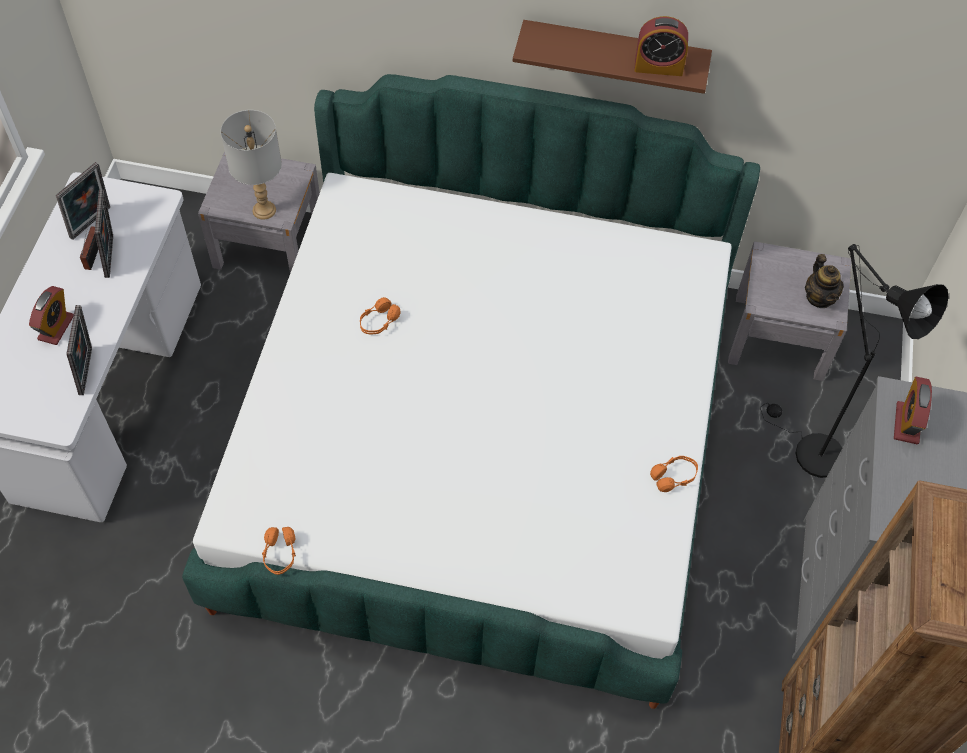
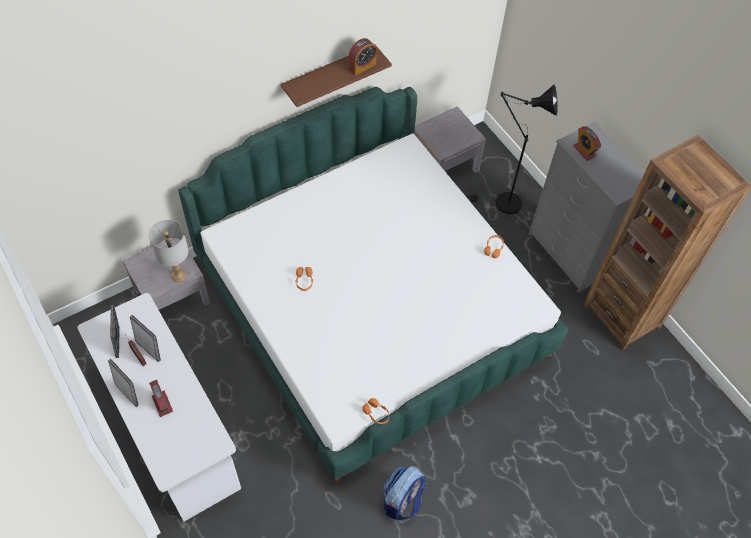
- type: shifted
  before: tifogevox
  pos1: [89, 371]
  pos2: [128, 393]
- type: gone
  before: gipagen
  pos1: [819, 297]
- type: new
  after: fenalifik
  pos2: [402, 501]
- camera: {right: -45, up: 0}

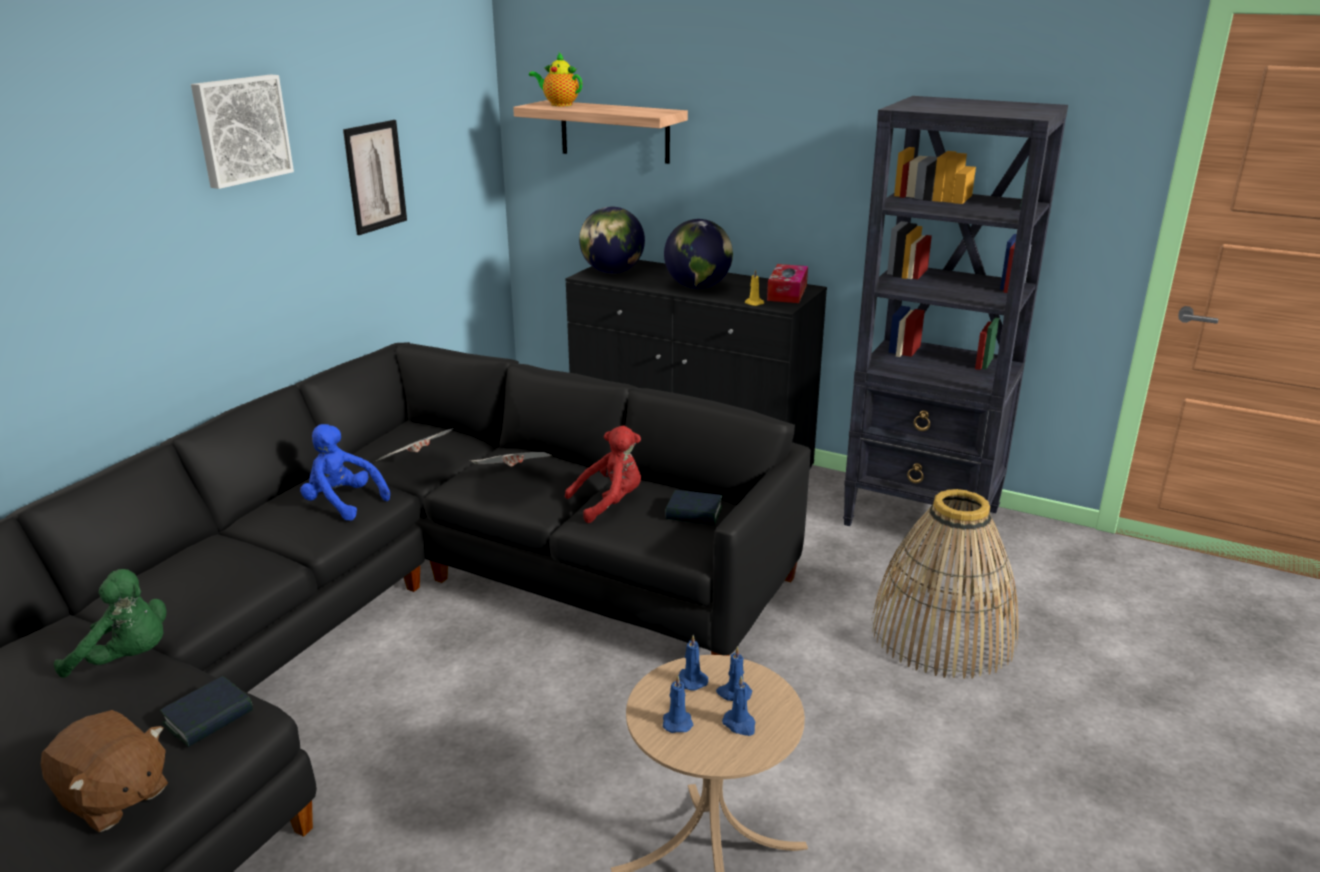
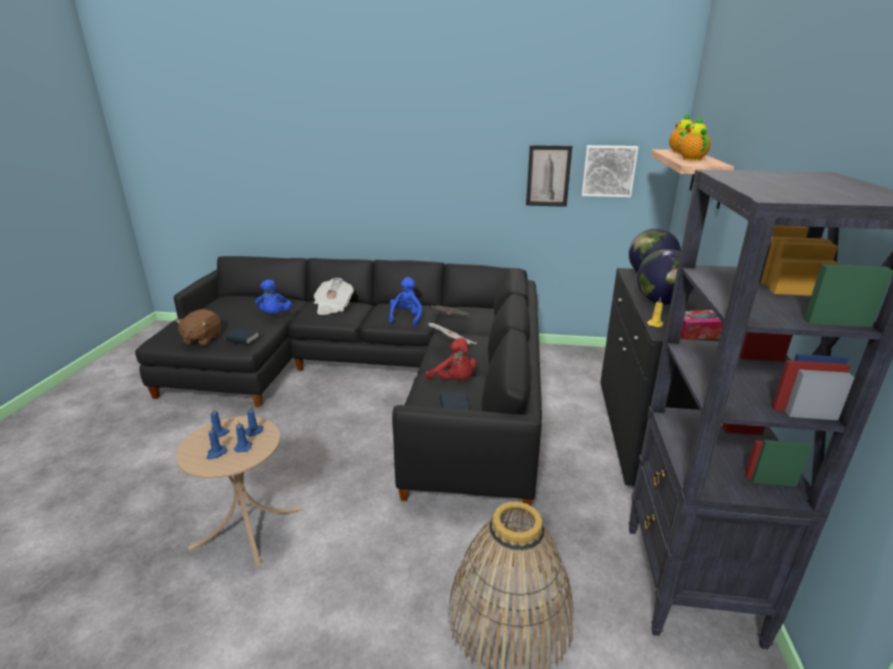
- type: repainted
  before: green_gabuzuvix
  after: blue_gabuzuvix
  pos1: [127, 658]
  pos2: [275, 315]
- type: shifted
  before: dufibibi
  pos1: [241, 130]
  pos2: [608, 171]
- type: new
  after: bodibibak
  pos2: [333, 307]
- type: new
  after: gipagen
  pos2: [690, 159]
- camera: {right: 70, up: 0}

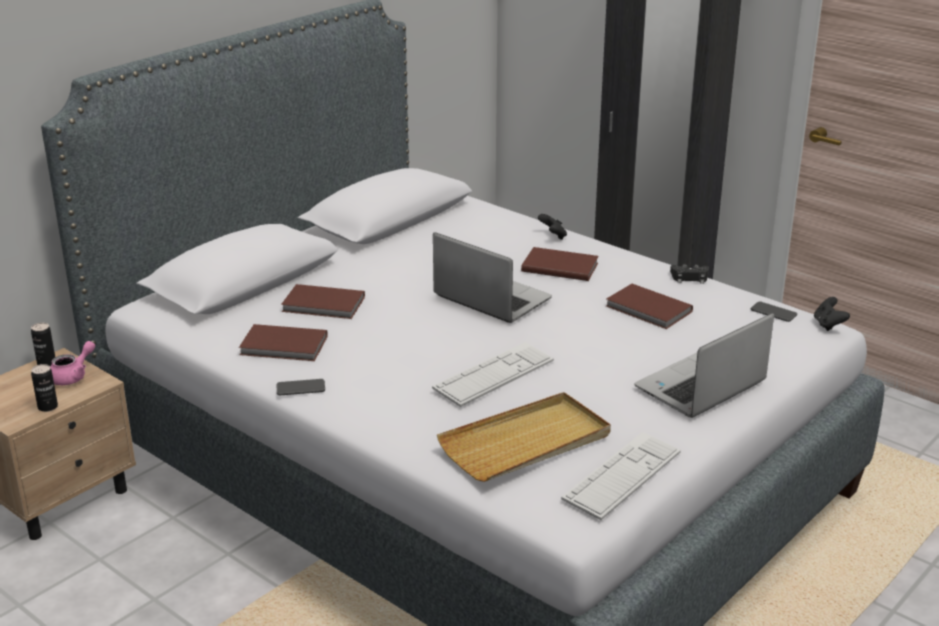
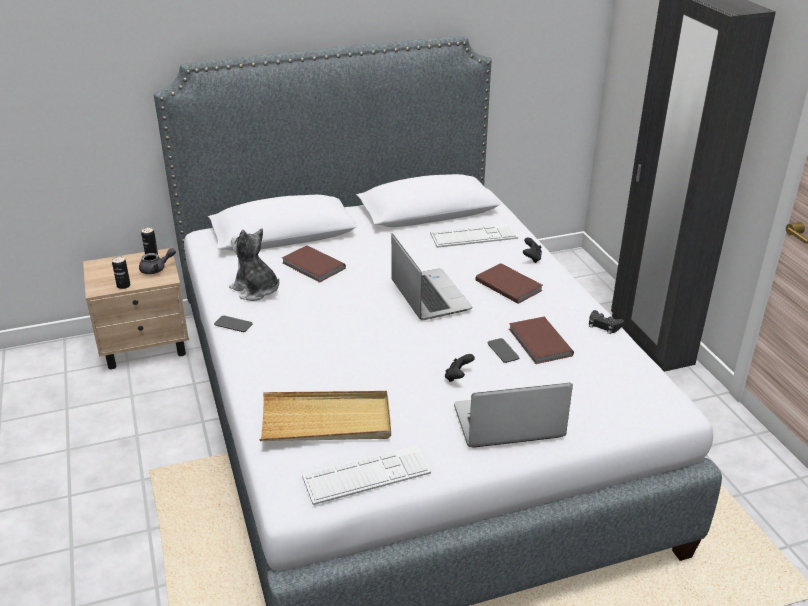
- type: repainted
  before: pink_gipagen
  after: grey_gipagen
  pos1: [73, 376]
  pos2: [156, 269]
- type: swapped
  before: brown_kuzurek
  after: gabuzuvix
  pos1: [284, 347]
  pos2: [256, 290]
- type: shifted
  before: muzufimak
  pos1: [494, 375]
  pos2: [474, 236]
- type: shifted
  before: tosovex
  pos1: [773, 312]
  pos2: [503, 351]
- type: shifted
  before: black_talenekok
  pos1: [828, 325]
  pos2: [458, 377]
- camera: {right: 30, up: 5}

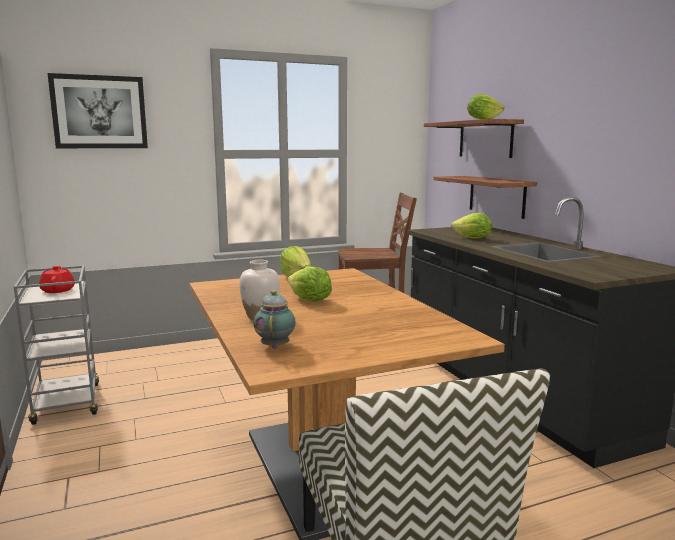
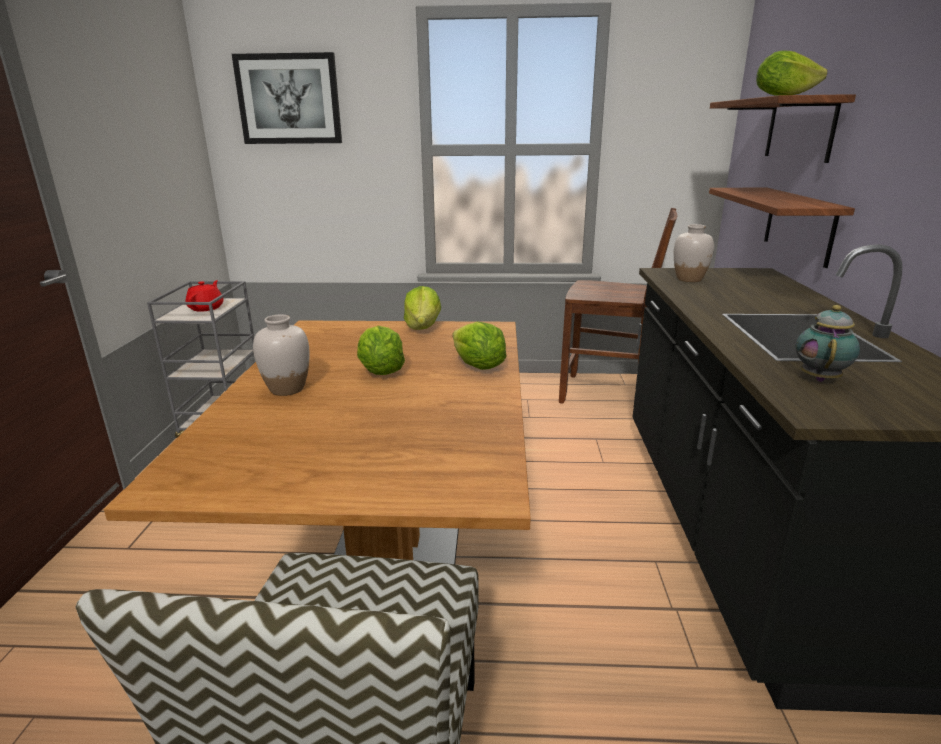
- type: shifted
  before: gipagen
  pos1: [275, 346]
  pos2: [819, 378]
- type: shifted
  before: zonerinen
  pos1: [472, 238]
  pos2: [478, 366]
- type: new
  after: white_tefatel
  pos2: [689, 279]
- camera: {right: 25, up: 10}

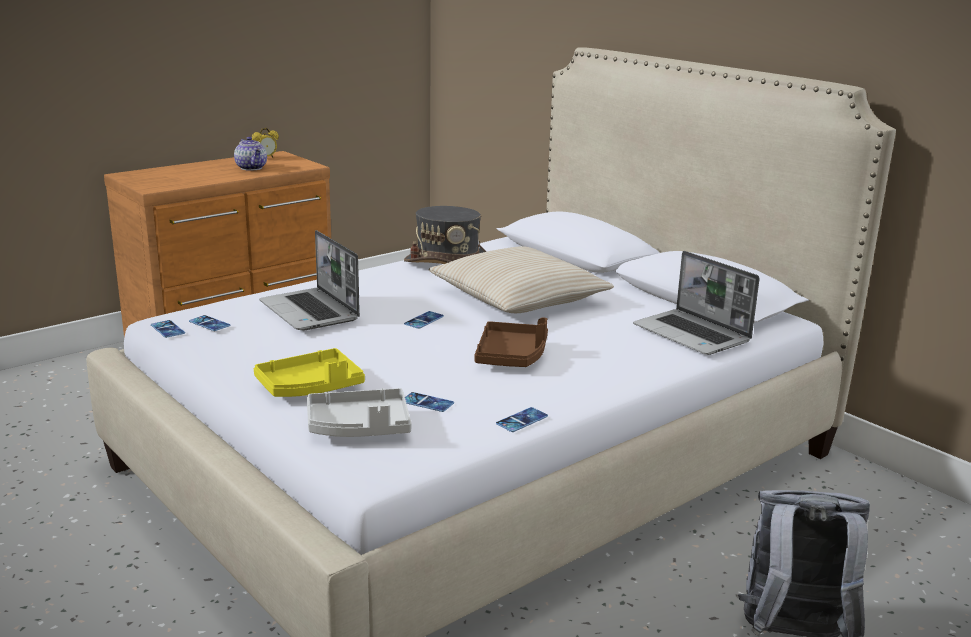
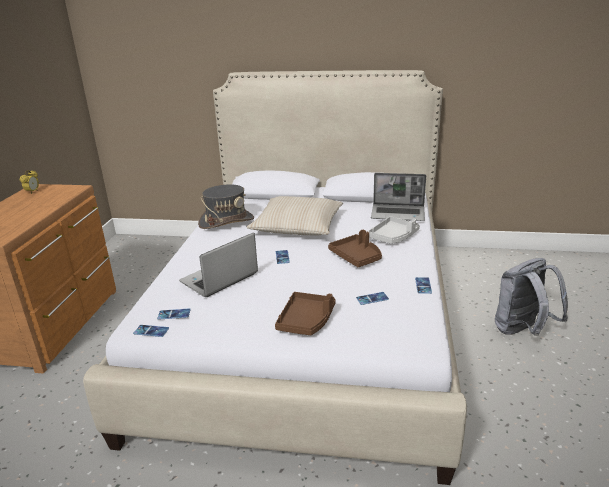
- type: gone
  before: gipagen
  pos1: [252, 168]
- type: repainted
  before: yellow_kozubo
  after: brown_kozubo
  pos1: [310, 387]
  pos2: [306, 321]
- type: rotated
  before: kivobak
  pos1: [311, 312]
  pos2: [219, 279]
  turn: 120
- type: shifted
  before: grey_kozubo
  pos1: [359, 427]
  pos2: [393, 237]
- camera: {right: -40, up: 5}

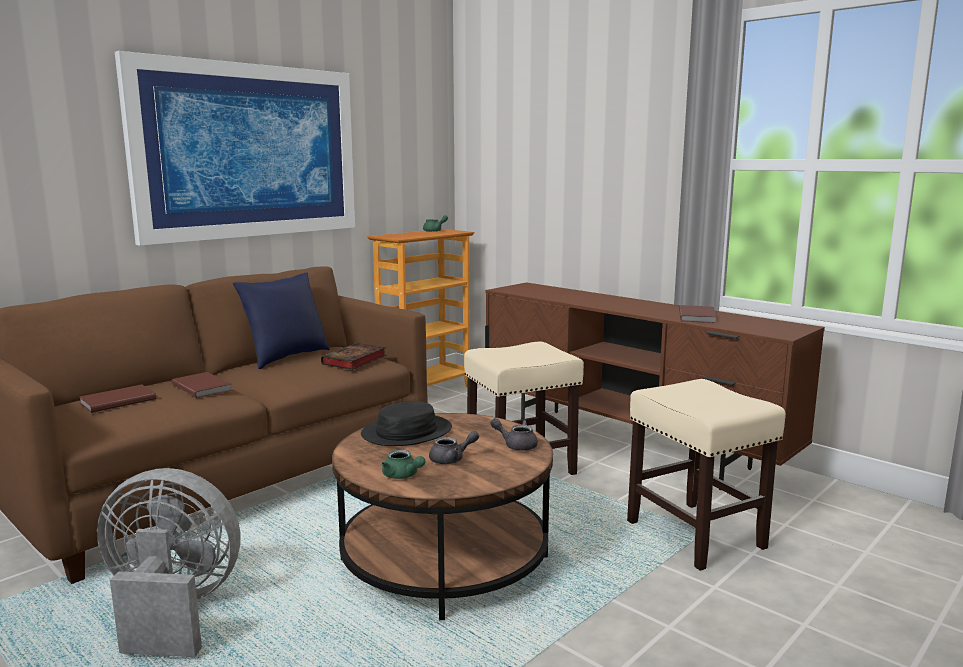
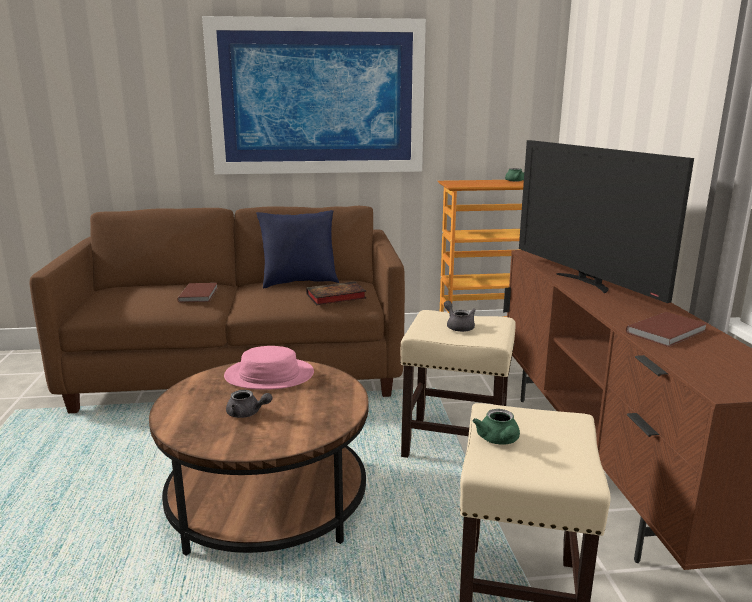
- type: gone
  before: brown_kuzurek
  pos1: [116, 401]
- type: gone
  before: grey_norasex
  pos1: [172, 610]
- type: repainted
  before: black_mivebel
  after: pink_mivebel
  pos1: [407, 432]
  pos2: [269, 375]
- type: shifted
  before: green_gipagen
  pos1: [402, 476]
  pos2: [499, 440]
- type: shifted
  before: grey_gipagen
  pos1: [516, 445]
  pos2: [458, 326]
- type: new
  after: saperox
  pos2: [586, 282]
- camera: {right: 40, up: 5}

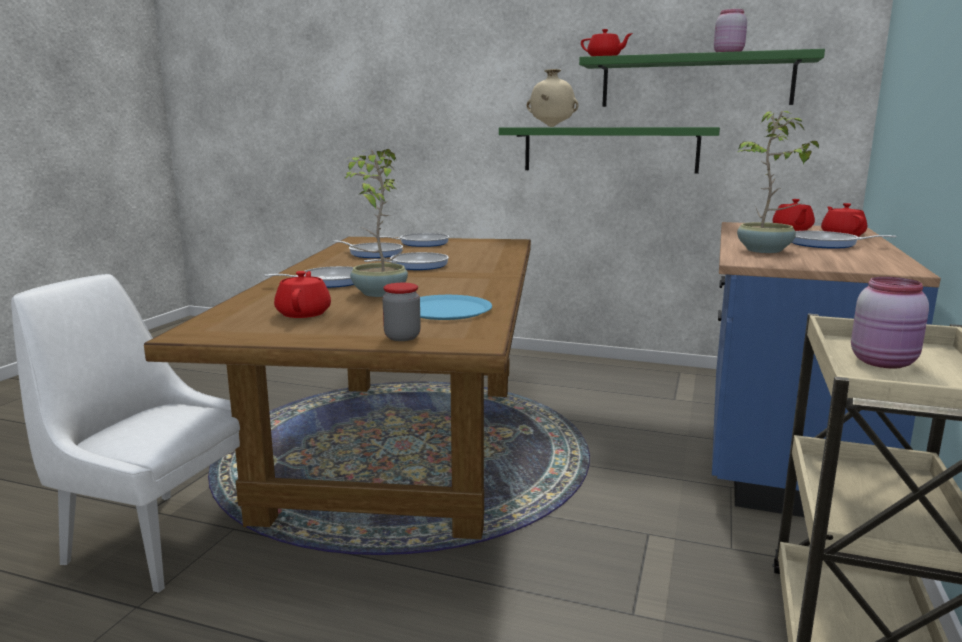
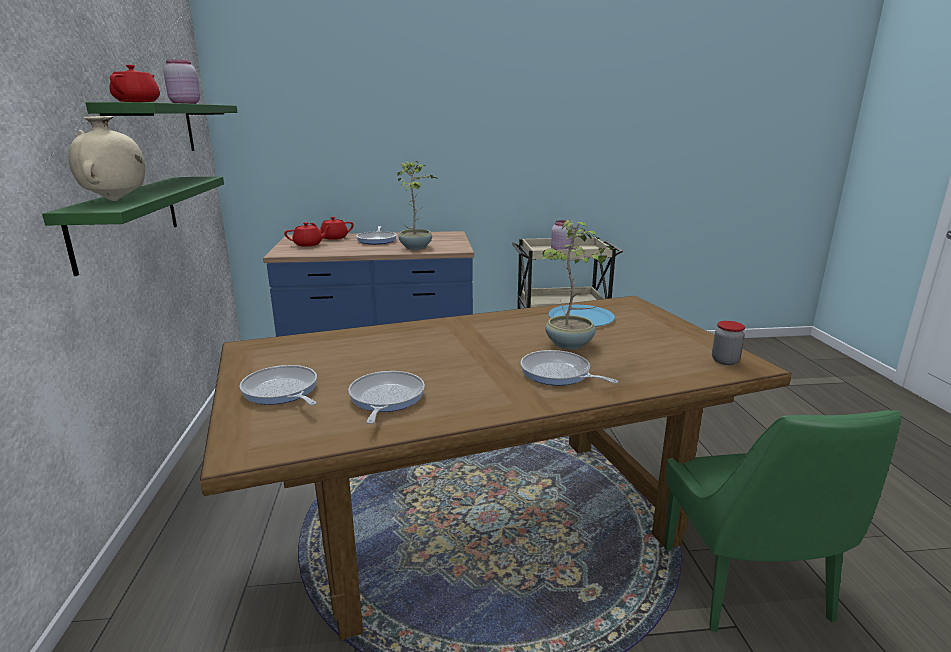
- type: repainted
  before: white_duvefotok
  after: green_duvefotok
  pos1: [157, 537]
  pos2: [747, 587]
- type: gone
  before: red_gipagen
  pos1: [304, 313]
- type: gone
  before: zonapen
  pos1: [415, 265]
- type: shifted
  before: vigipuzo
  pos1: [402, 337]
  pos2: [725, 361]
- camera: {right: -115, up: 5}

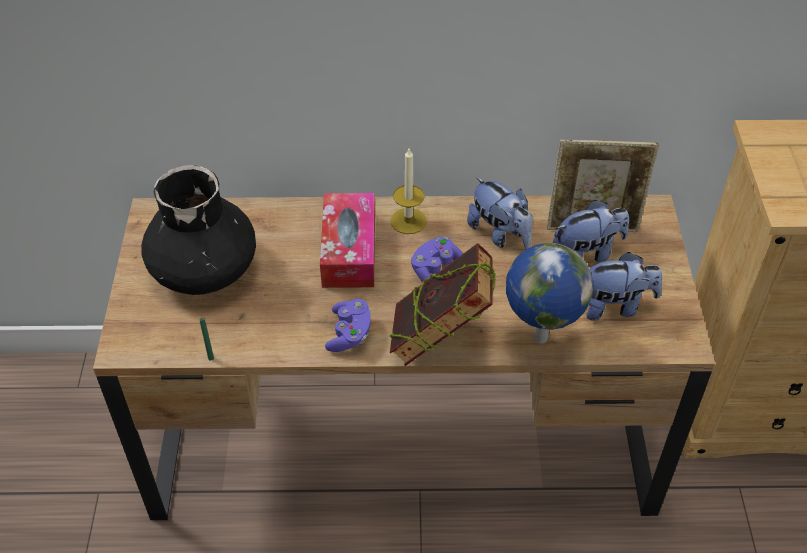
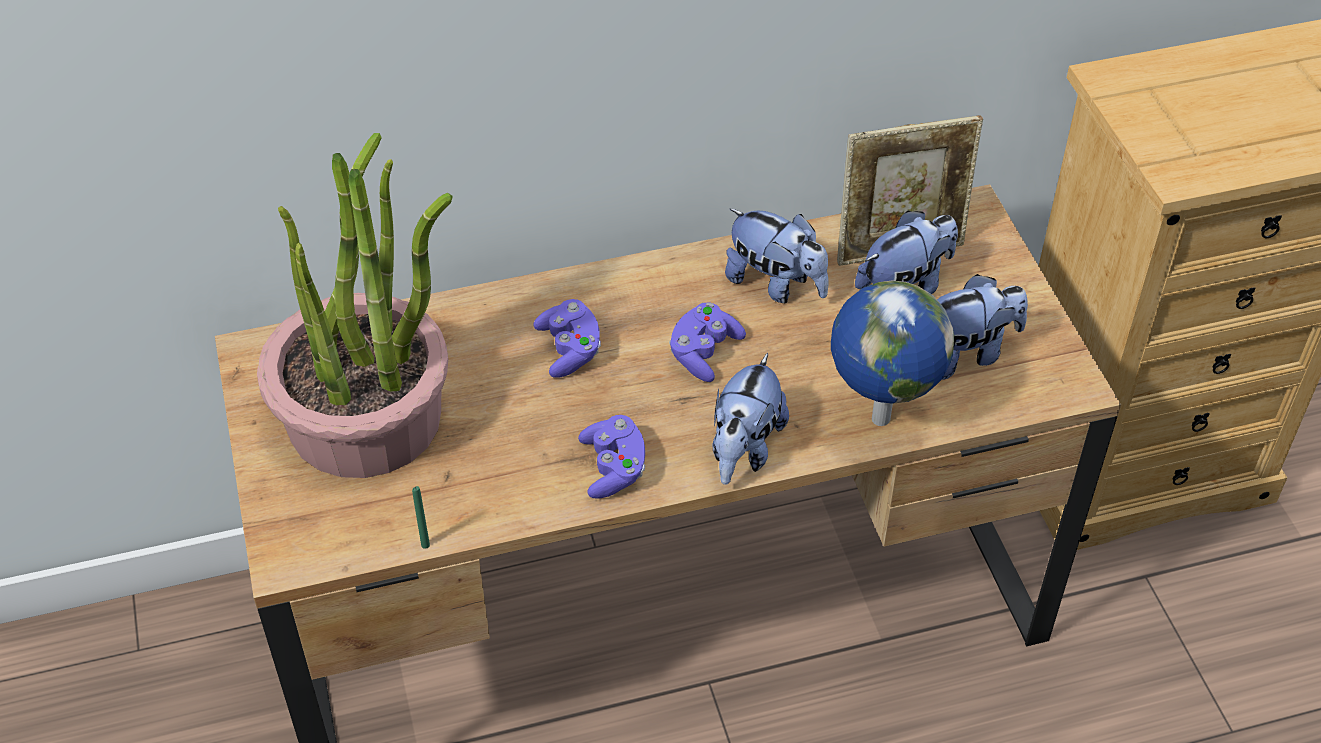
- type: swapped
  before: black_tefatel
  after: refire
  pos1: [205, 268]
  pos2: [367, 418]
- type: swapped
  before: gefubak
  after: purple_talenekok
  pos1: [349, 250]
  pos2: [570, 350]
- type: swapped
  before: kuzurek
  after: gabuzuvix
  pos1: [440, 339]
  pos2: [744, 449]
- type: gone
  before: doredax
  pos1: [408, 221]
- camera: {right: -15, up: 0}

